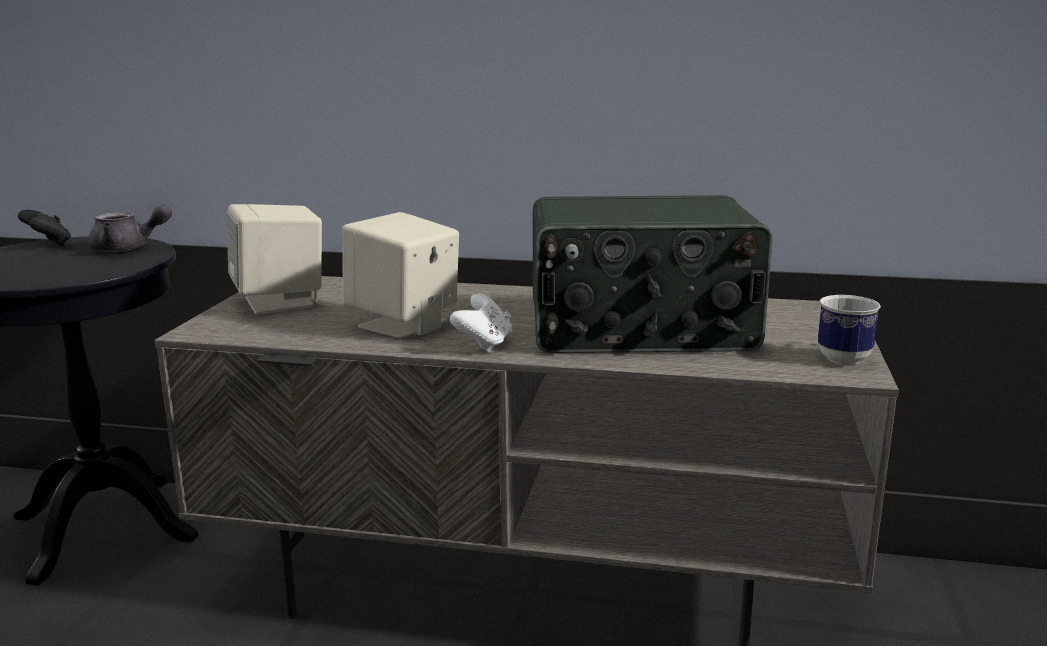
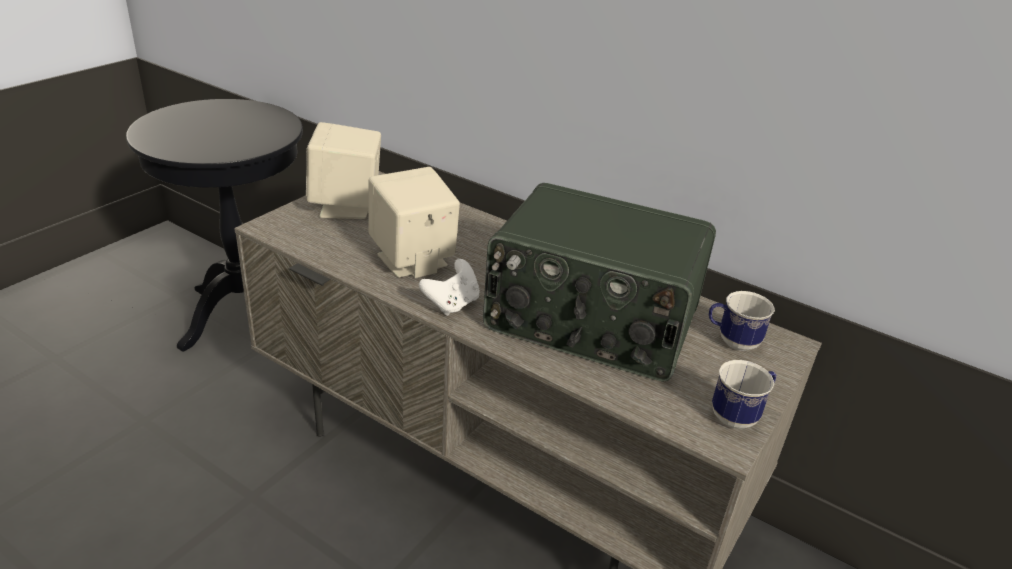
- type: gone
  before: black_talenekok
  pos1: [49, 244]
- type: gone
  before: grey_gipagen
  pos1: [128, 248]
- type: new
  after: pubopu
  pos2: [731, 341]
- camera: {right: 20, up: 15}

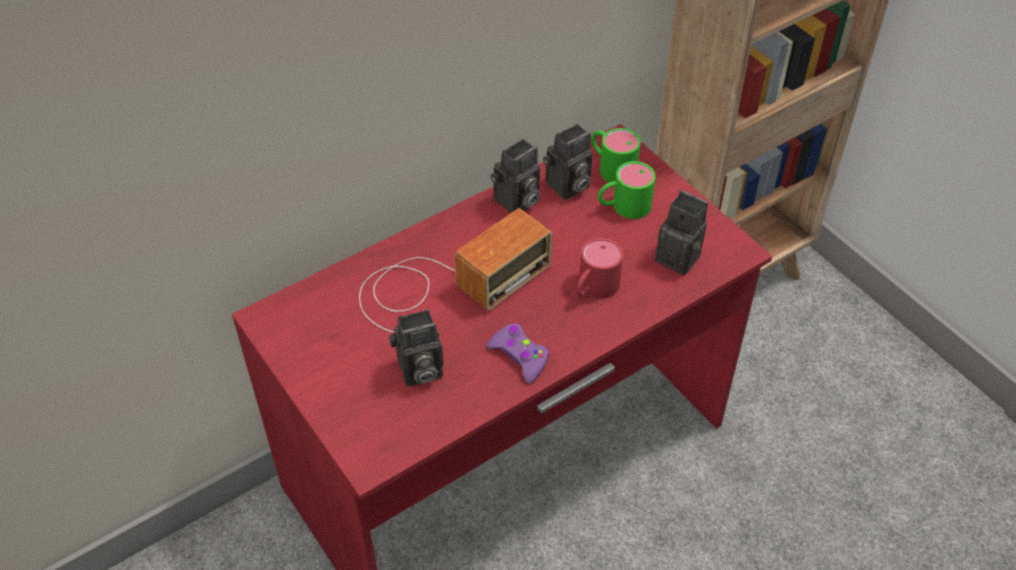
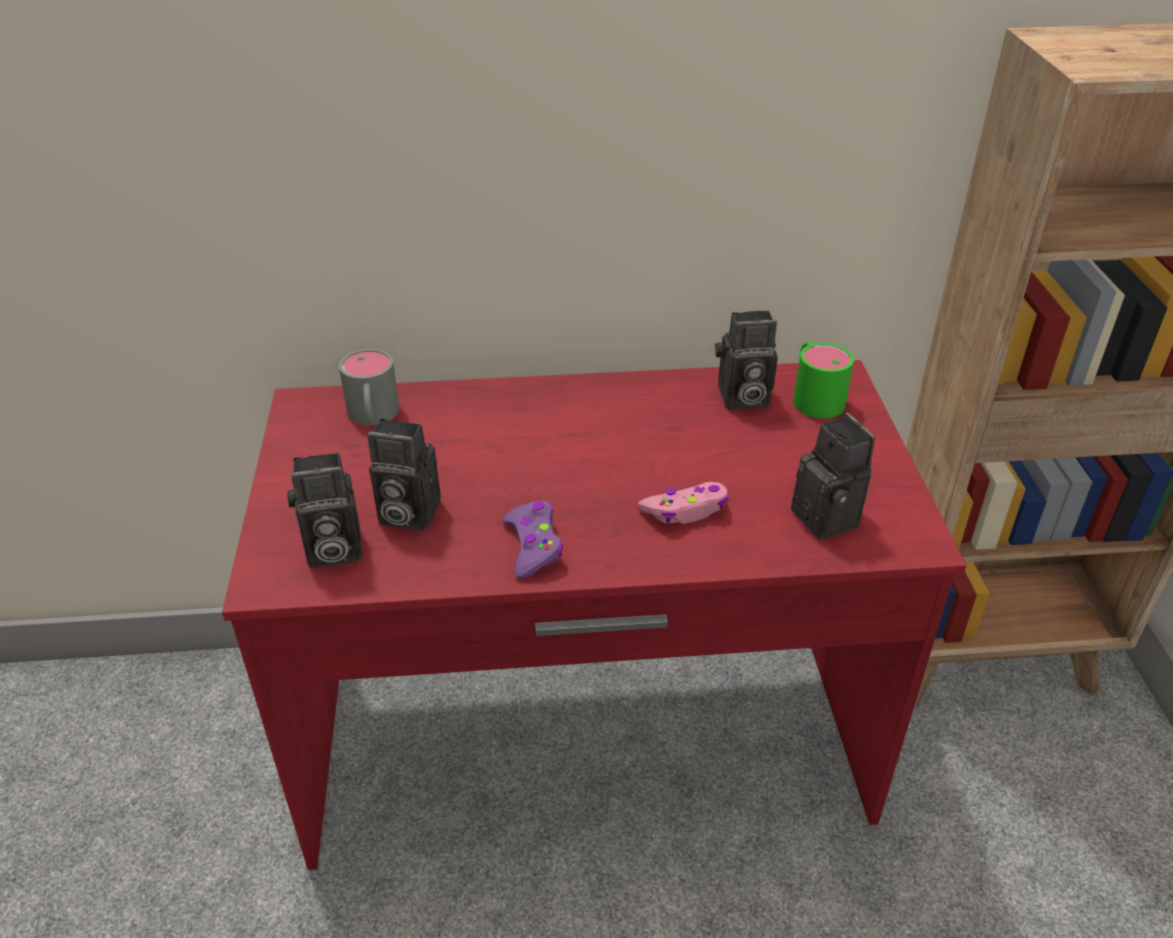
- type: gone
  before: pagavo
  pos1: [446, 284]
- type: shifted
  before: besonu
  pos1: [516, 202]
  pos2: [331, 551]
- type: swapped
  before: red_pubopu
  after: pink_talenekok
  pos1: [593, 289]
  pos2: [686, 510]
- type: gone
  before: green_pubopu
  pos1: [623, 207]
- type: new
  after: grey_pubopu
  pos2: [373, 417]
- camera: {right: 30, up: -10}

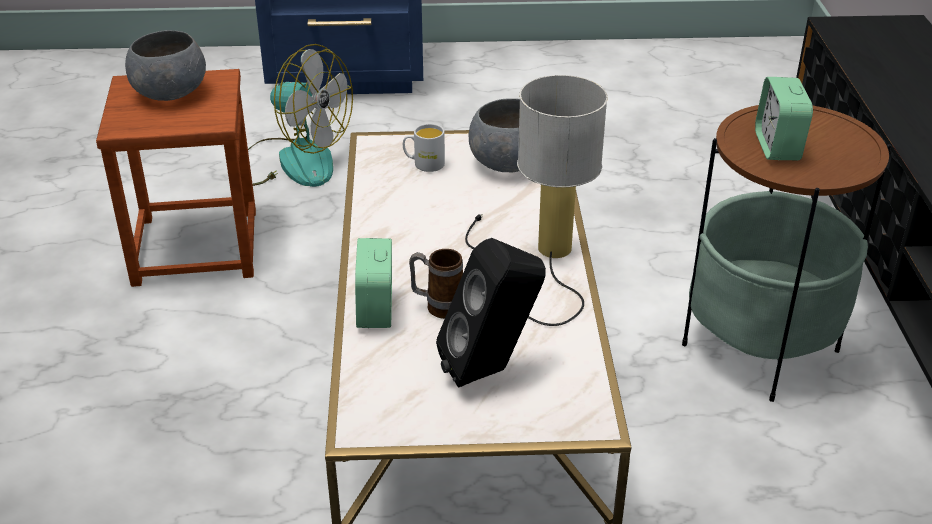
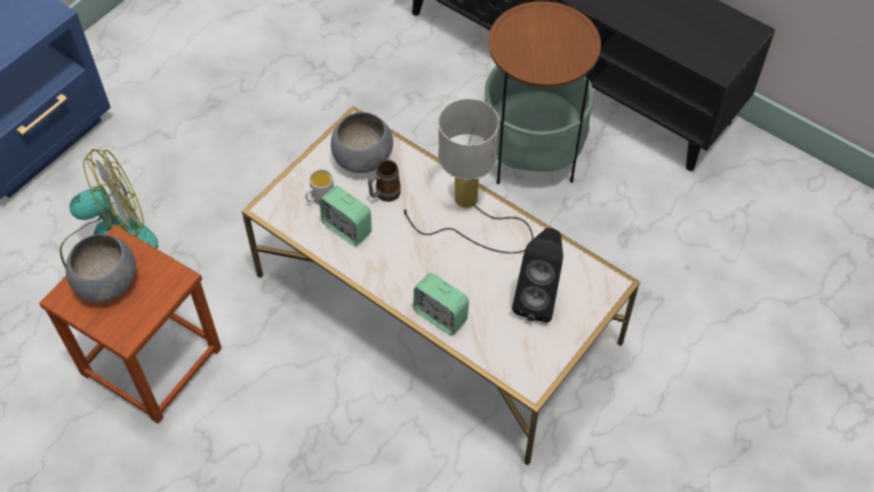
- type: shifted
  before: pubopu
  pos1: [437, 307]
  pos2: [384, 195]
- type: shifted
  before: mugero
  pos1: [777, 147]
  pos2: [347, 228]
- camera: {right: -50, up: 20}

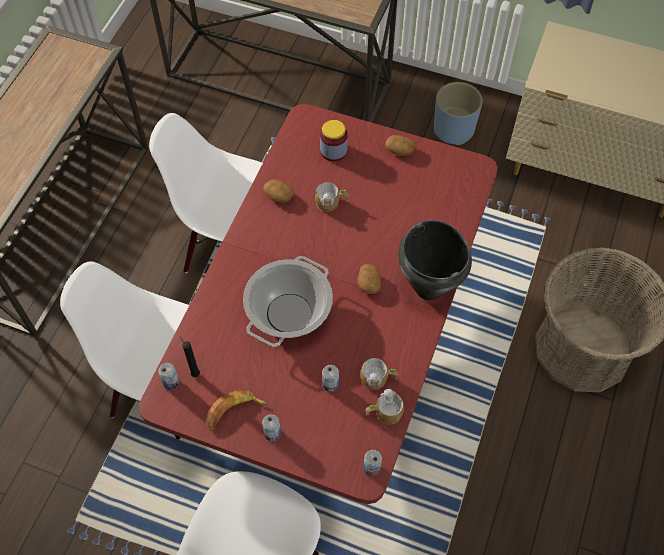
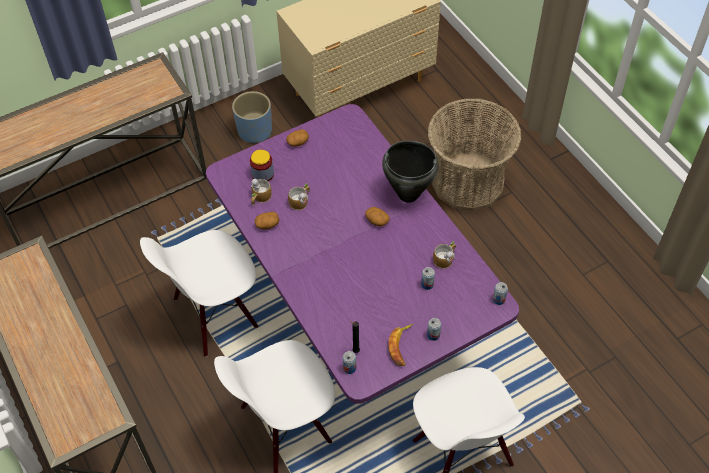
- type: repainted
  before: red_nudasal
  after: purple_nudasal
  pos1: [332, 360]
  pos2: [356, 314]
- type: gone
  before: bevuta
  pos1: [289, 314]
- type: shifted
  before: pubopu
  pos1: [383, 412]
  pos2: [260, 198]
- camera: {right: -50, up: -5}

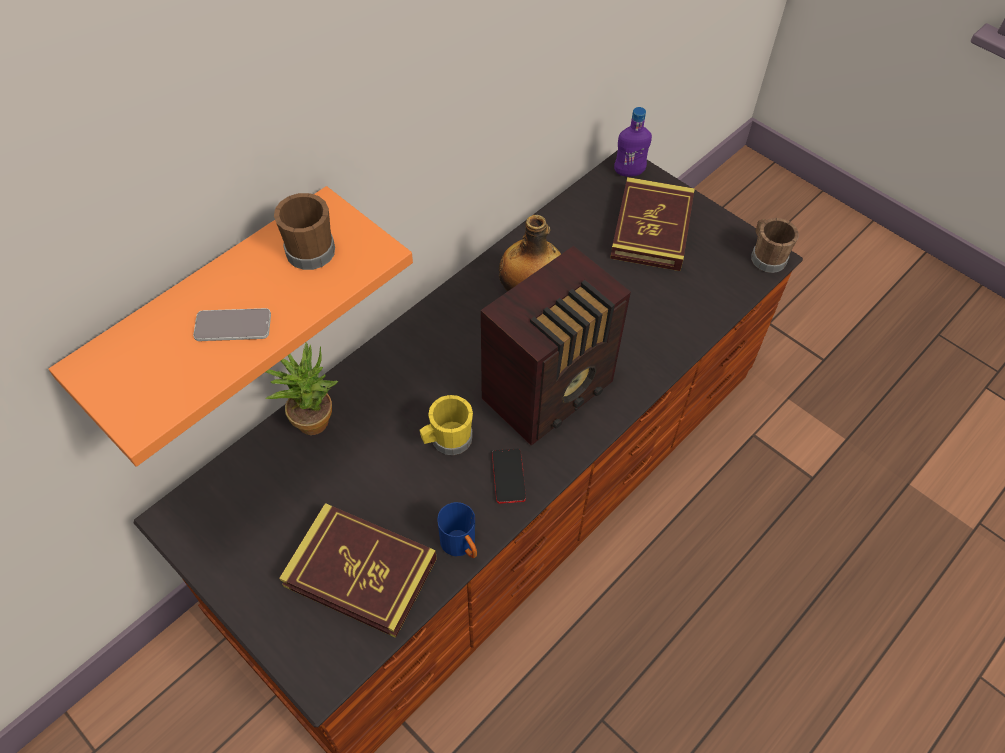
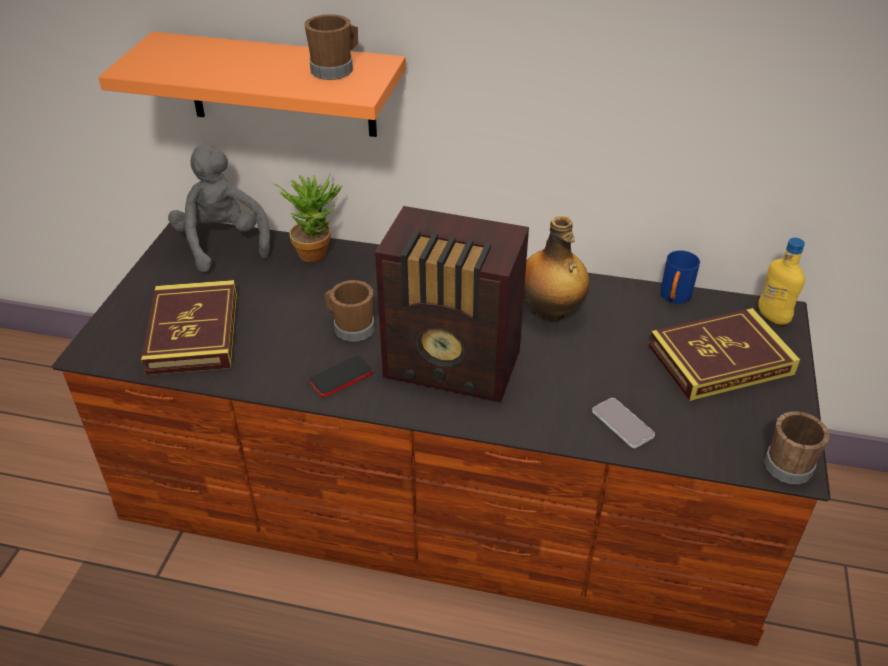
- type: shifted
  before: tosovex
  pos1: [233, 326]
  pos2: [622, 423]
- type: repainted
  before: yellow_pubopu
  after: brown_pubopu
  pos1: [447, 440]
  pos2: [350, 327]
- type: shifted
  before: blue_pubopu
  pos1: [462, 546]
  pos2: [674, 298]
- type: repainted
  before: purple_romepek
  after: yellow_romepek
  pos1: [629, 172]
  pos2: [773, 317]
- type: new
  after: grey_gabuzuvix
  pos2: [223, 243]
- camera: {right: 60, up: -15}

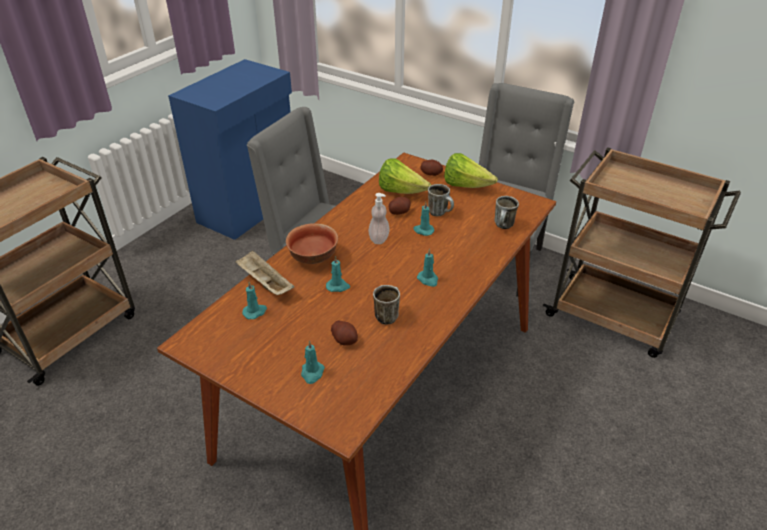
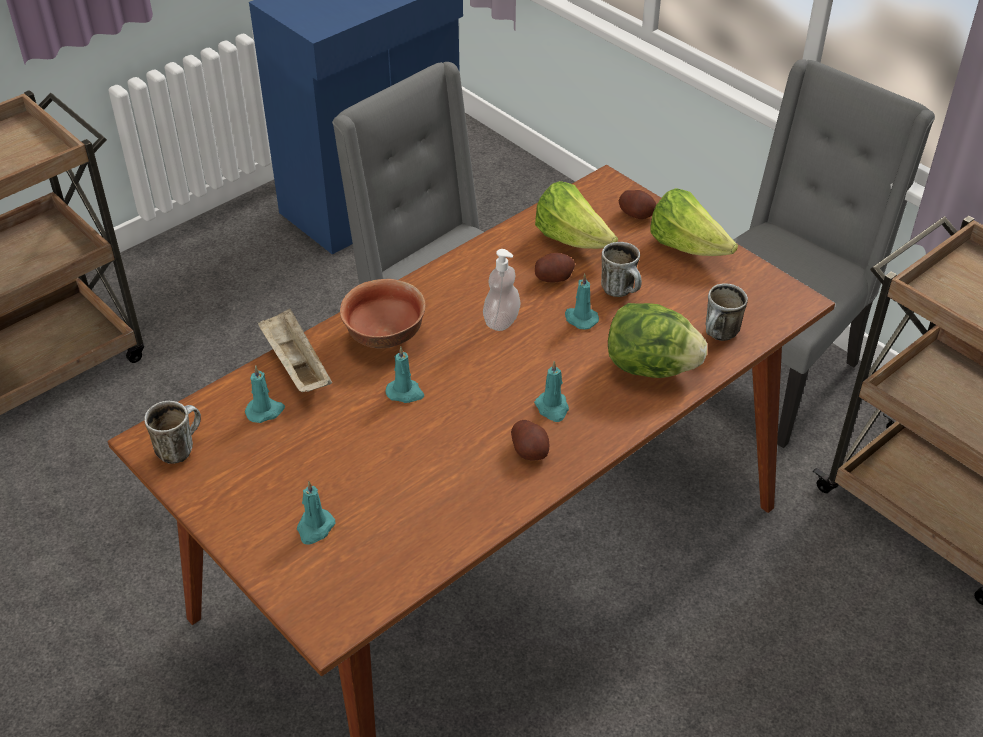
- type: shifted
  before: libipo
  pos1: [345, 340]
  pos2: [530, 451]
- type: shifted
  before: pubopu
  pos1: [387, 315]
  pos2: [179, 448]
- type: new
  after: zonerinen
  pos2: [650, 367]
- camera: {right: 15, up: 5}

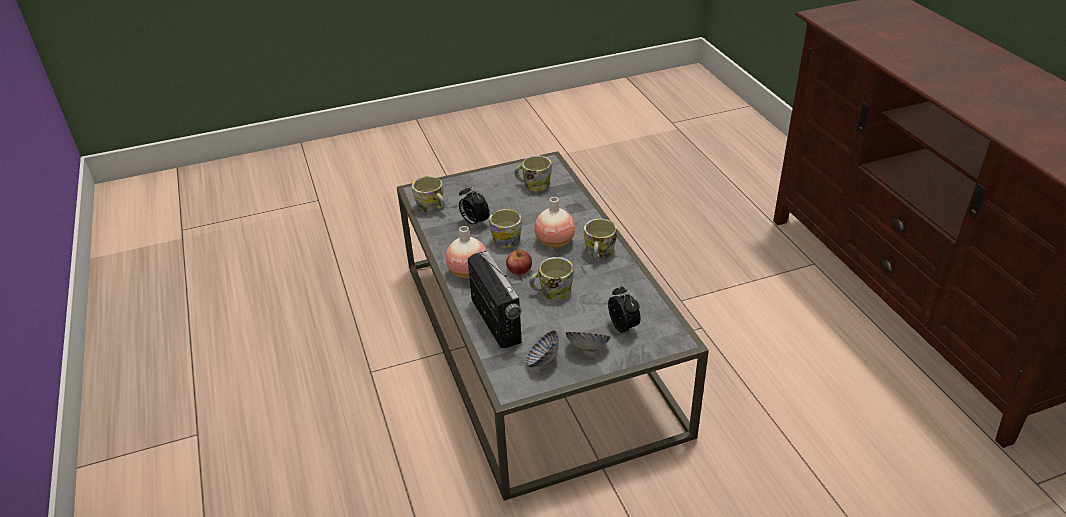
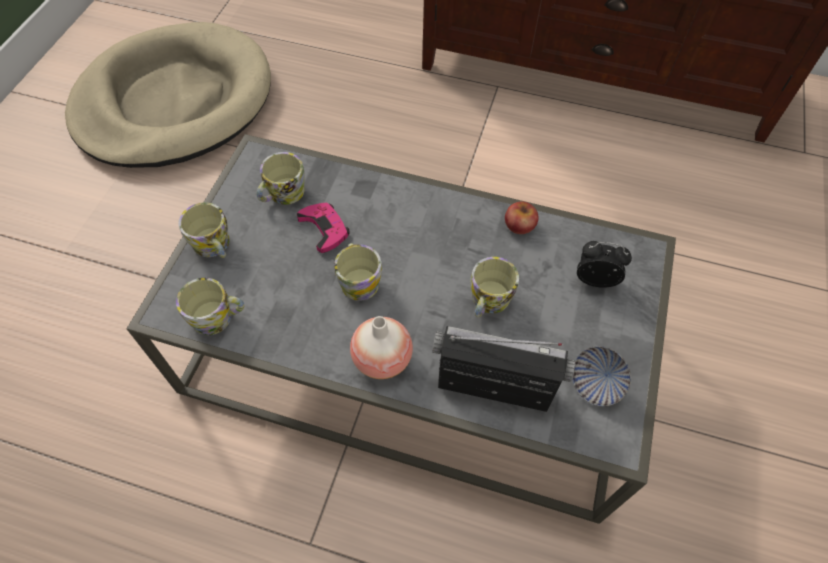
- type: gone
  before: mugero
  pos1: [474, 222]
- type: shifted
  before: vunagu
  pos1: [519, 269]
  pos2: [519, 225]
- type: gone
  before: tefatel
  pos1: [555, 242]
- type: gone
  before: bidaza
  pos1: [587, 348]
- type: shifted
  before: pubopu
  pos1: [599, 253]
  pos2: [214, 246]
- type: new
  after: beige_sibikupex
  pos2: [174, 102]
- type: new
  after: pink_talenekok
  pos2: [324, 229]
- camera: {right: -55, up: 20}

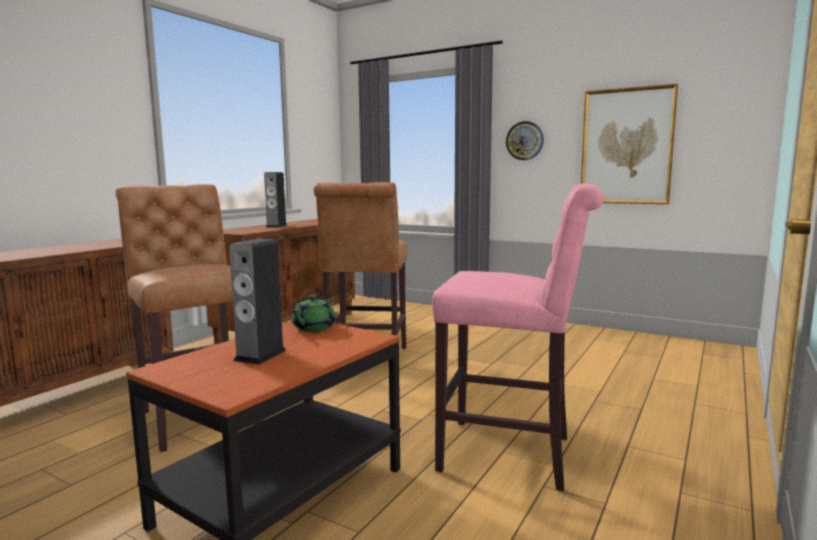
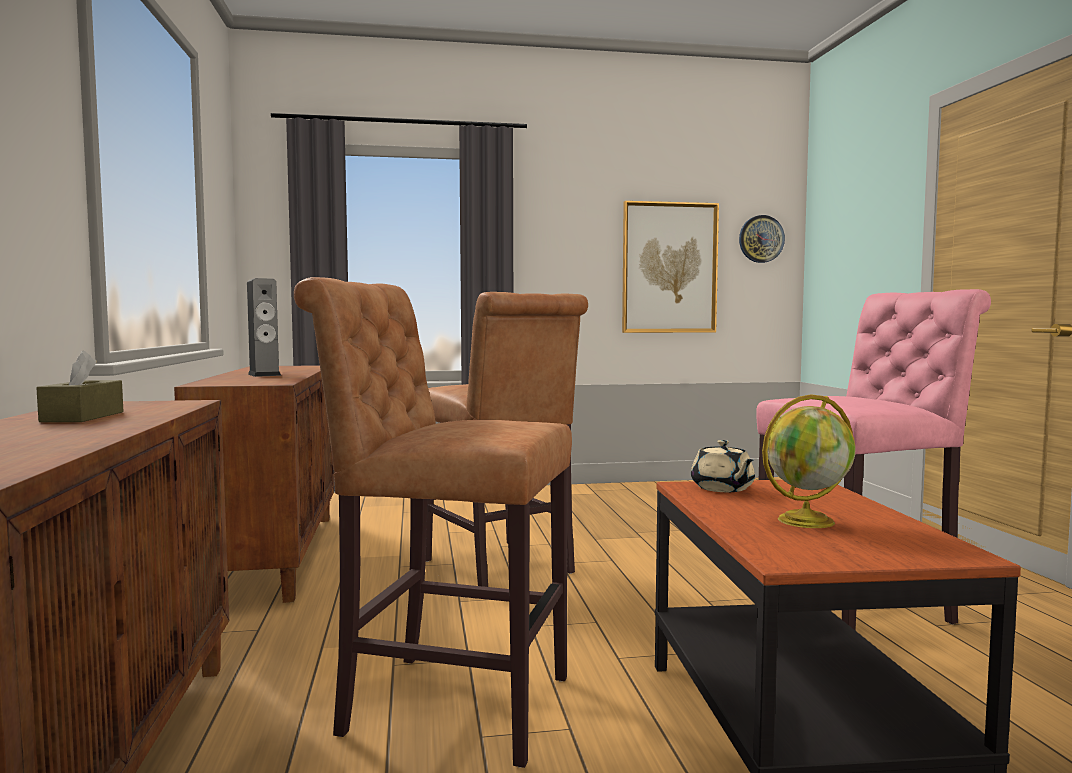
- type: swapped
  before: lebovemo
  after: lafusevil
  pos1: [260, 355]
  pos2: [807, 520]
- type: repainted
  before: green_gipagen
  after: beige_gipagen
  pos1: [313, 328]
  pos2: [722, 488]
- type: shifted
  before: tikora
  pos1: [524, 141]
  pos2: [761, 239]
- type: new
  after: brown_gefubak
  pos2: [83, 417]
- camera: {right: -40, up: -5}

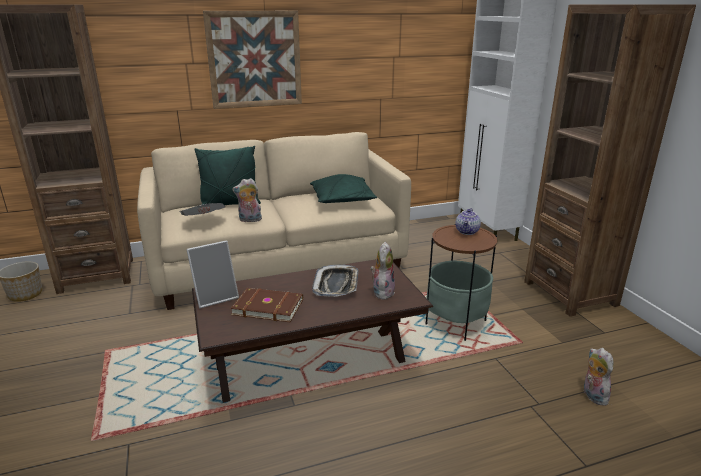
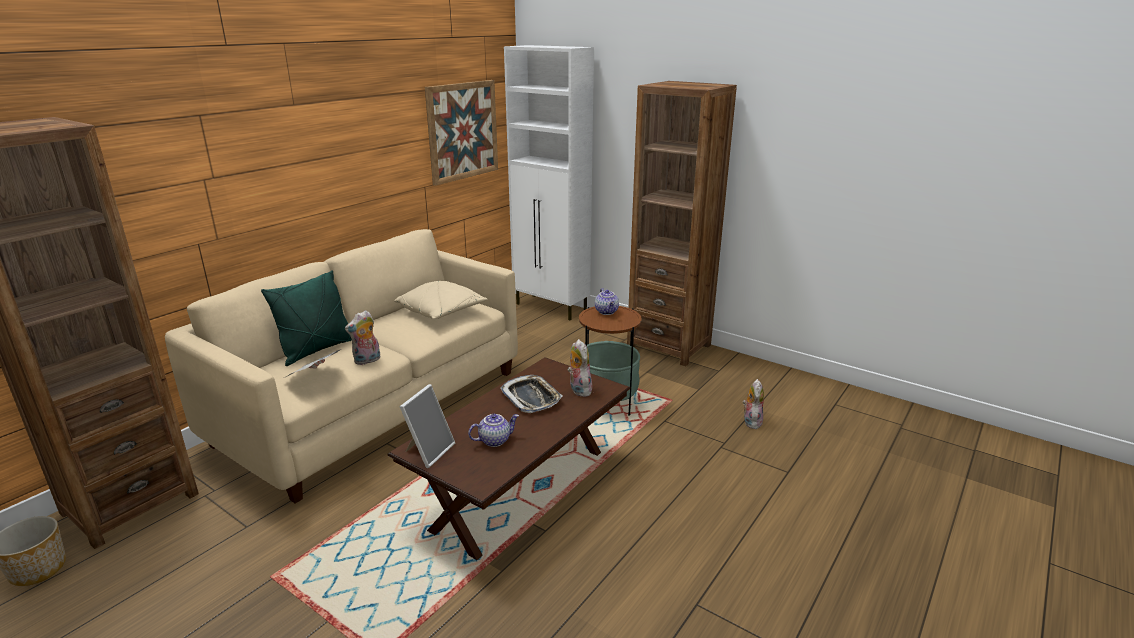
- type: shifted
  before: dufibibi
  pos1: [254, 59]
  pos2: [462, 131]
- type: swapped
  before: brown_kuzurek
  after: gipagen
  pos1: [268, 306]
  pos2: [494, 440]
- type: repainted
  before: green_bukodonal
  after: beige_bukodonal
  pos1: [342, 200]
  pos2: [442, 311]
- type: rotated
  before: gabuzuvix
  pos1: [592, 395]
  pos2: [751, 421]
  turn: 60
- camera: {right: -35, up: 0}

